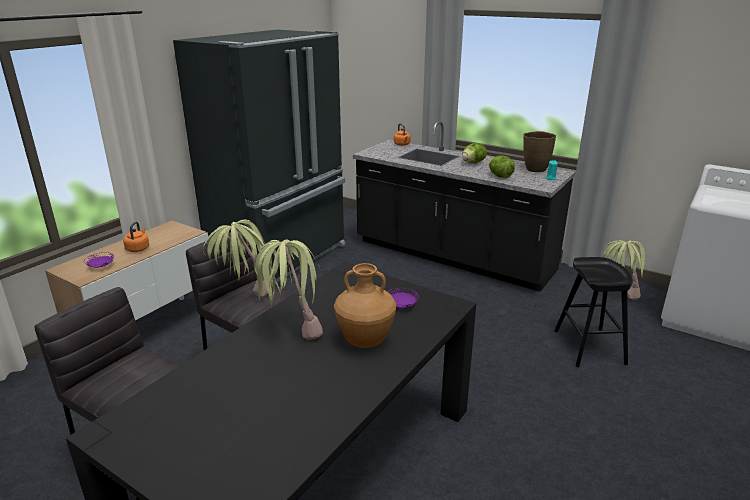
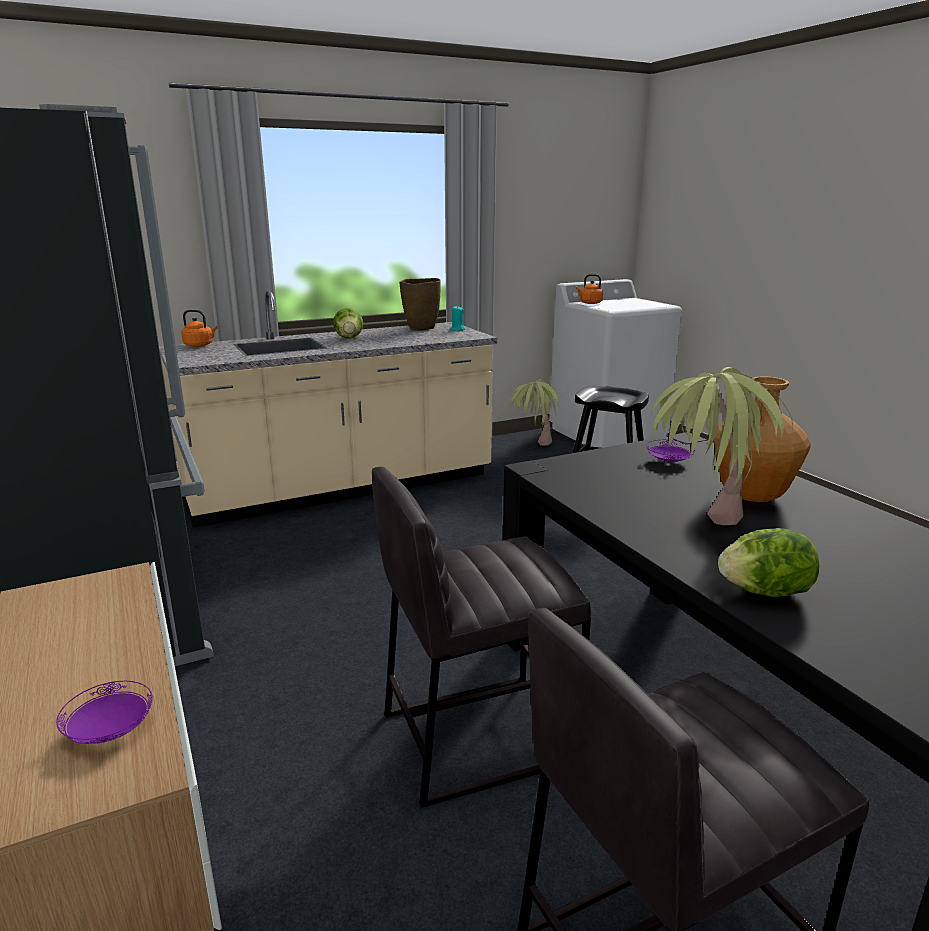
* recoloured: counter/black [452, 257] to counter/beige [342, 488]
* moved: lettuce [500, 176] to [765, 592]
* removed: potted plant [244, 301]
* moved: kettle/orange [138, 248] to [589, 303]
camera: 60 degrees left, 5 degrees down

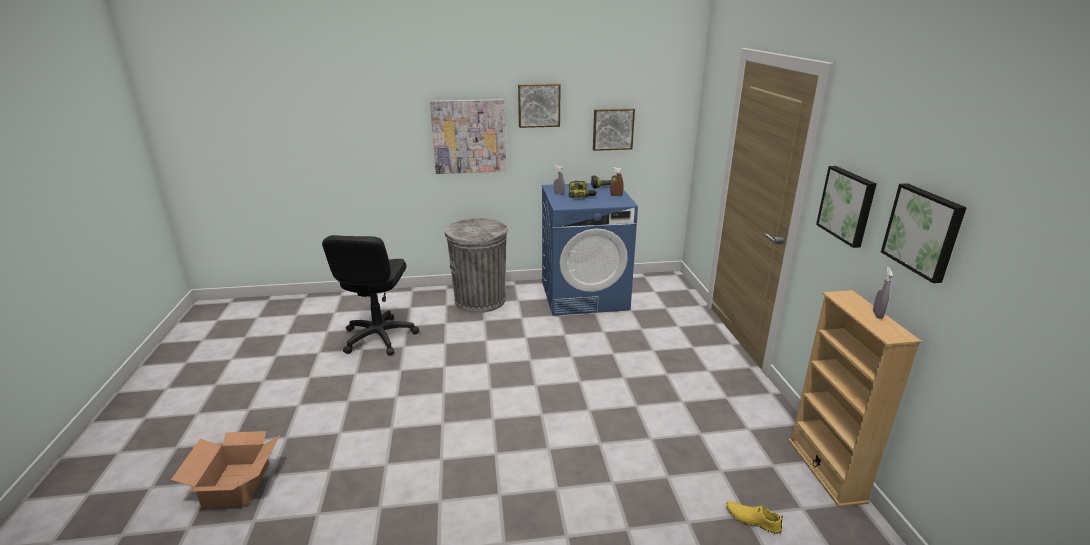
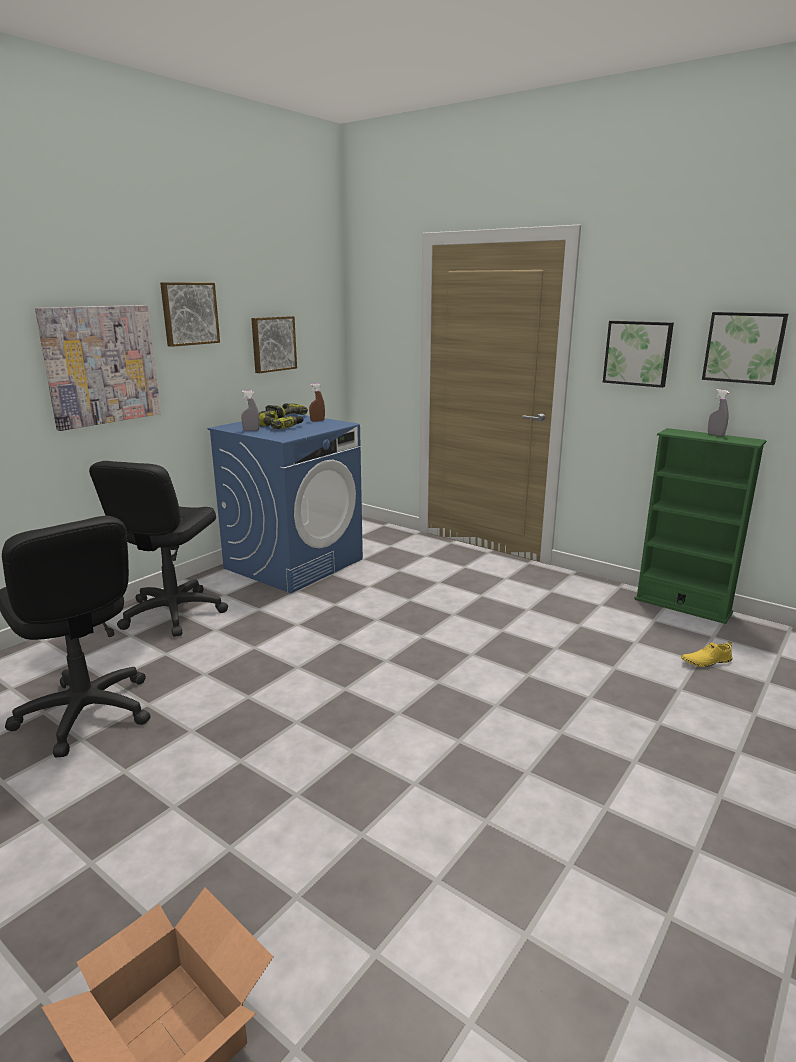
* replaced: trash can/grey [480, 300] to office chair/black [173, 613]
* recoloured: bookcase/beige [826, 470] to bookcase/green [682, 606]
camera: 45 degrees left, 5 degrees down

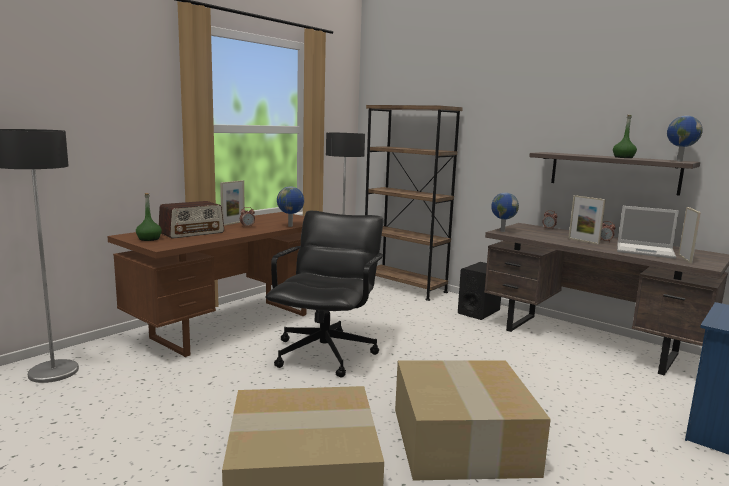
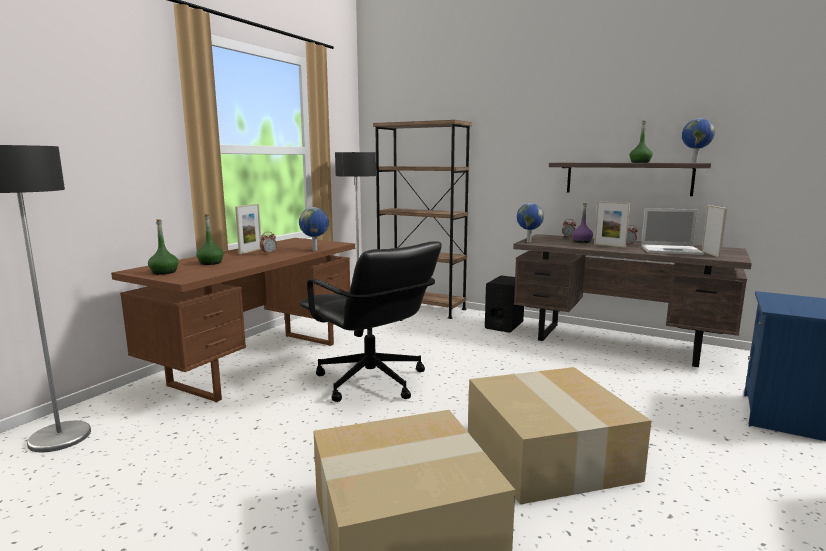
* replaced: radio [192, 233] to bottle/green [210, 263]
* turned: office chair/black [325, 353] = [371, 381] 135 degrees clockwise
* added: bottle/purple [582, 241]
camera: 10 degrees left, 0 degrees up

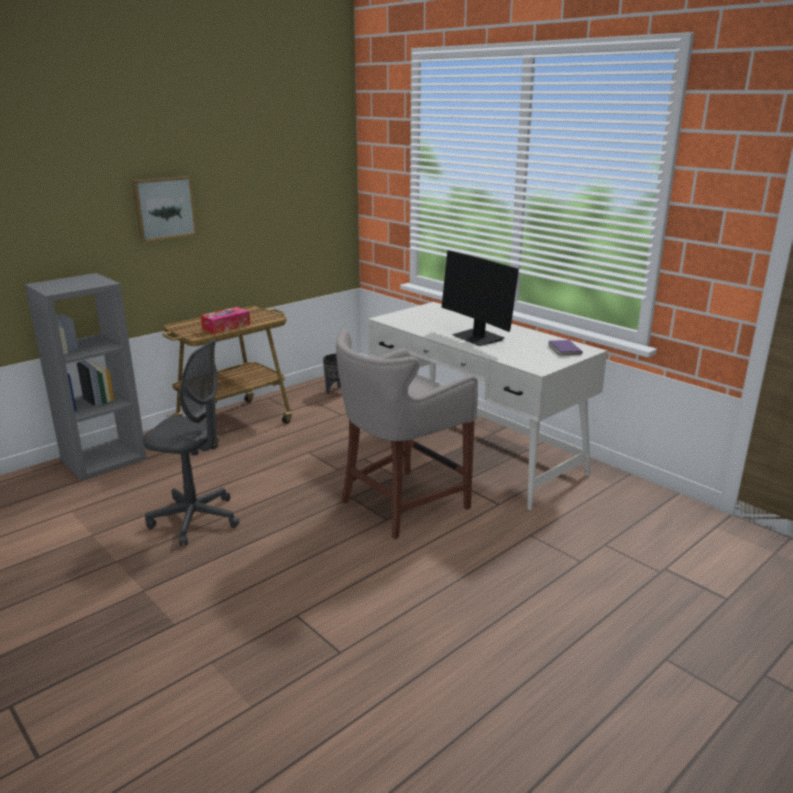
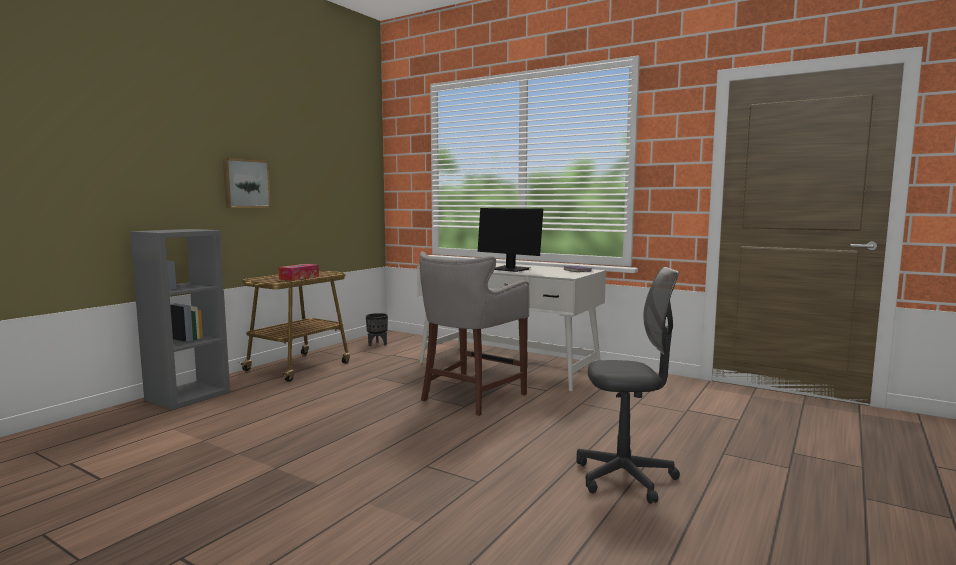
* moved: office chair/grey [195, 519] to [625, 478]
camera: 15 degrees left, 15 degrees down

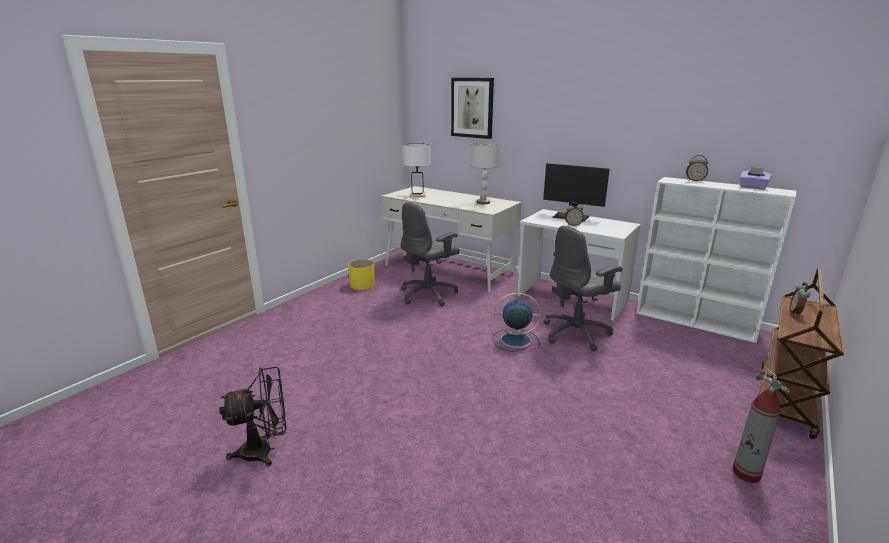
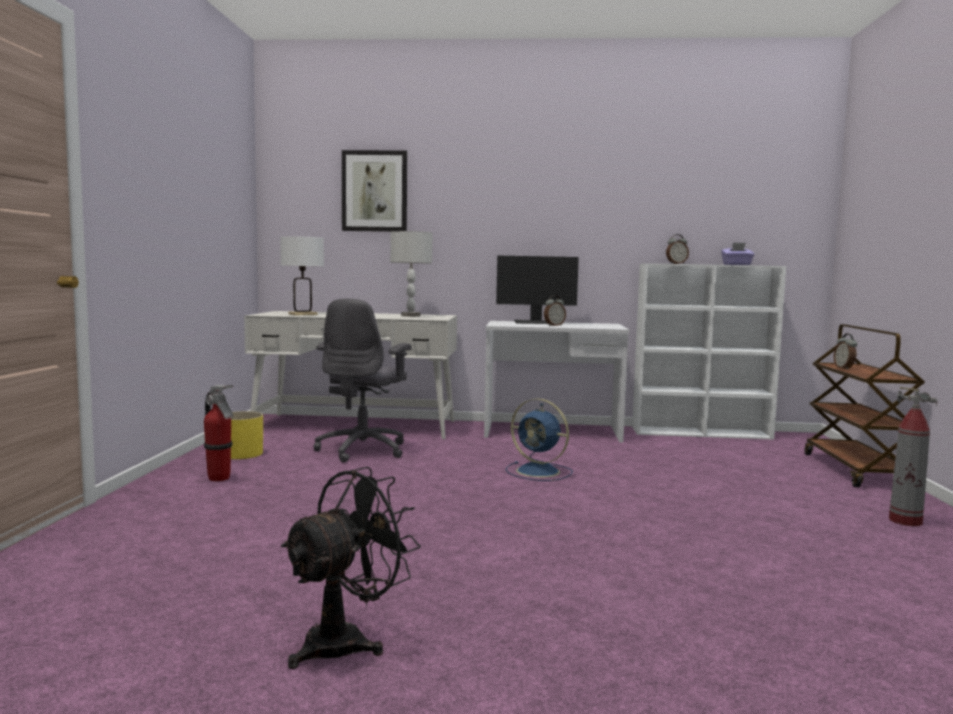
* removed: office chair/grey [577, 333]
* turned: fan/blue [514, 340] = [540, 472] 120 degrees counterclockwise
* added: fire extinguisher [219, 478]
camera: 30 degrees left, 15 degrees down

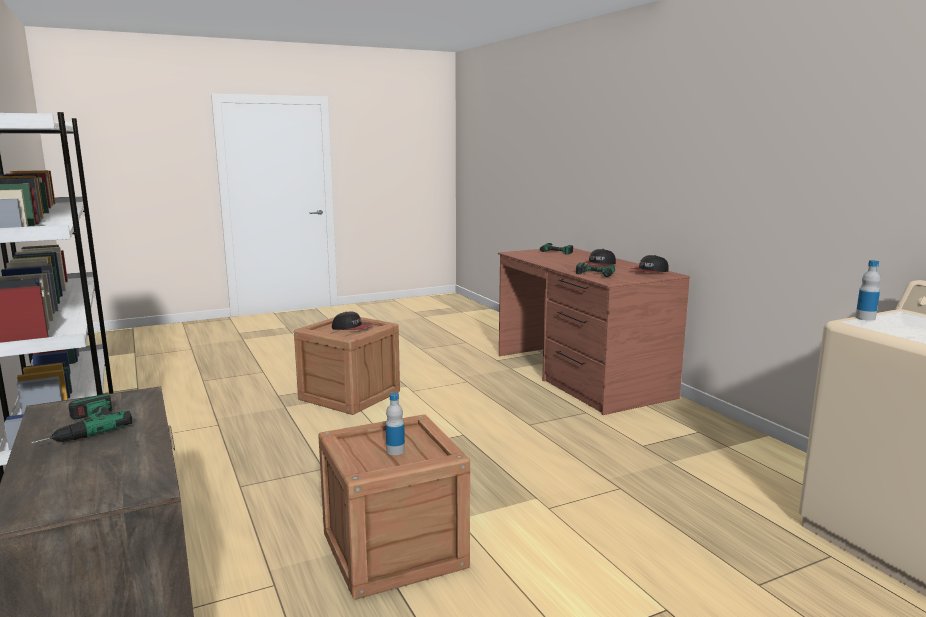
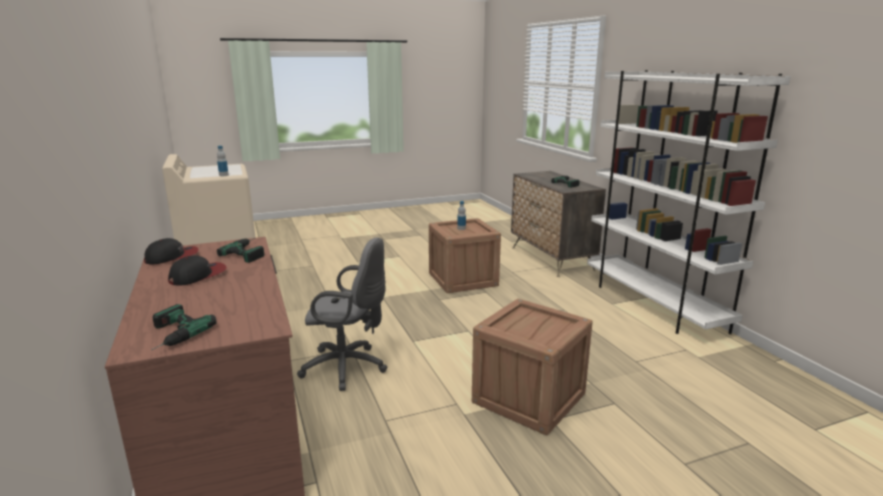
* removed: cap [352, 328]
* added: office chair/grey [348, 368]
camera: 175 degrees left, 5 degrees up

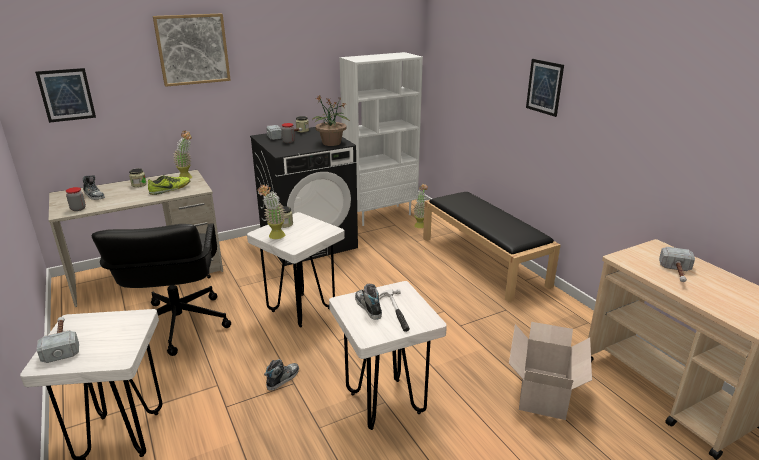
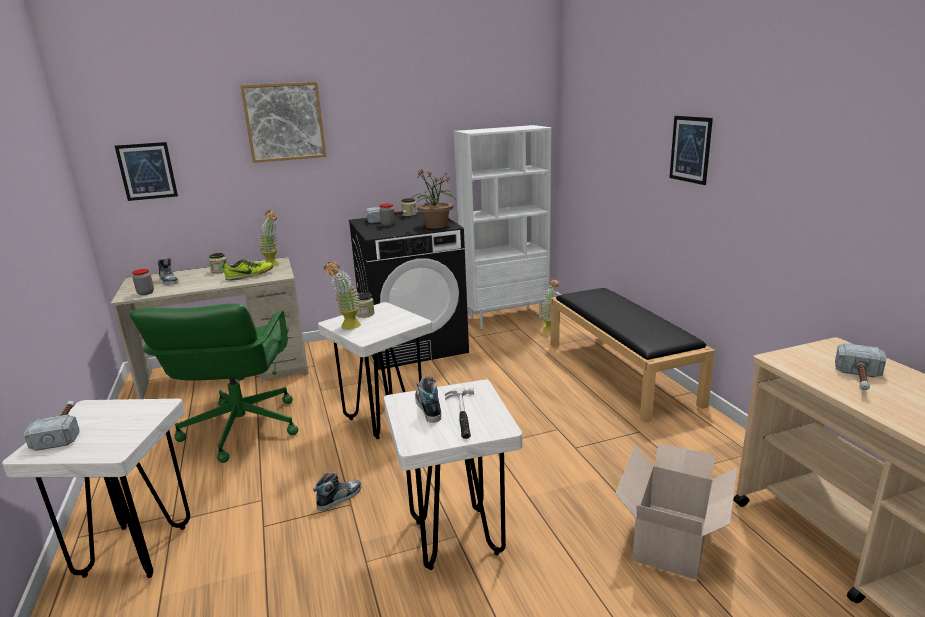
* recoloured: office chair/black [178, 325] to office chair/green [240, 429]
camera: 10 degrees right, 5 degrees down

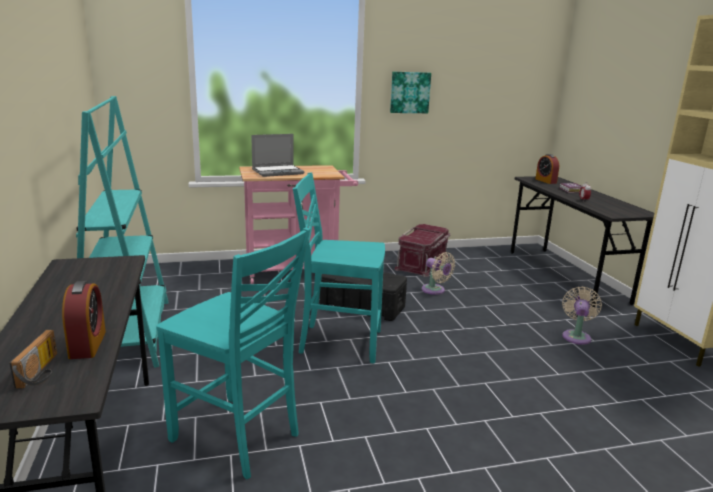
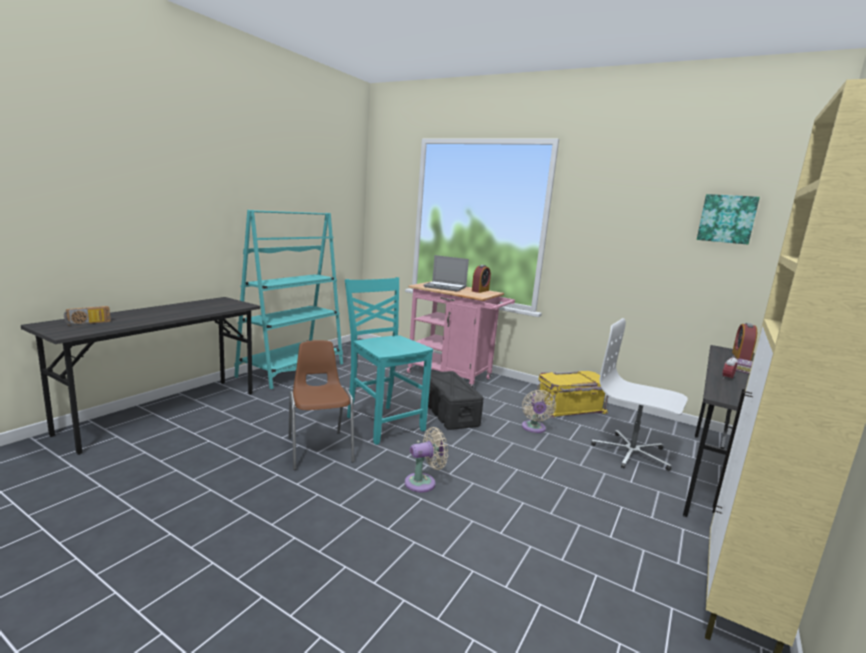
* moved: picture [409, 92] to [727, 219]
* recoloured: storage box/red [422, 263] to storage box/yellow [570, 408]
* removed: chair/turquoise [237, 438]
* moved: alarm clock [87, 344] to [480, 291]
* moved: fan/beige [576, 336] to [423, 482]
* added: office chair/white [631, 453]
* added: chair/brown [319, 449]
camera: 45 degrees right, 5 degrees down

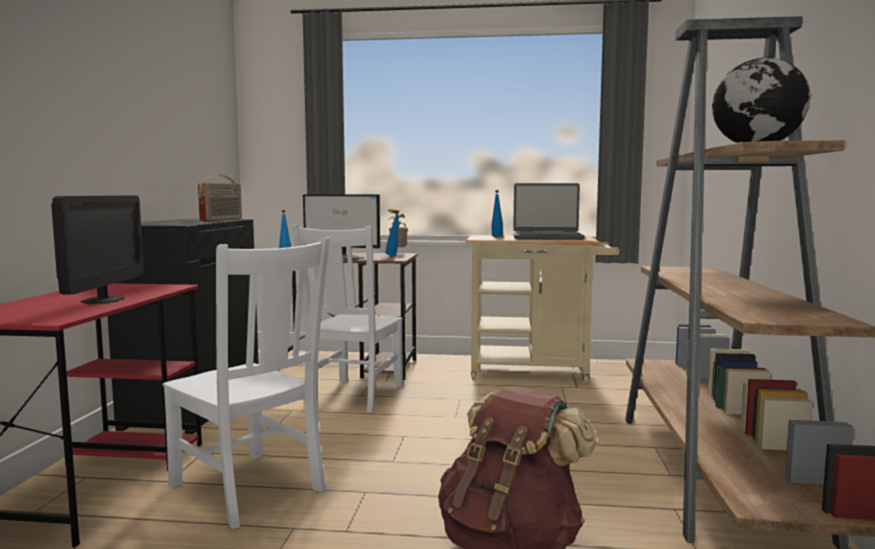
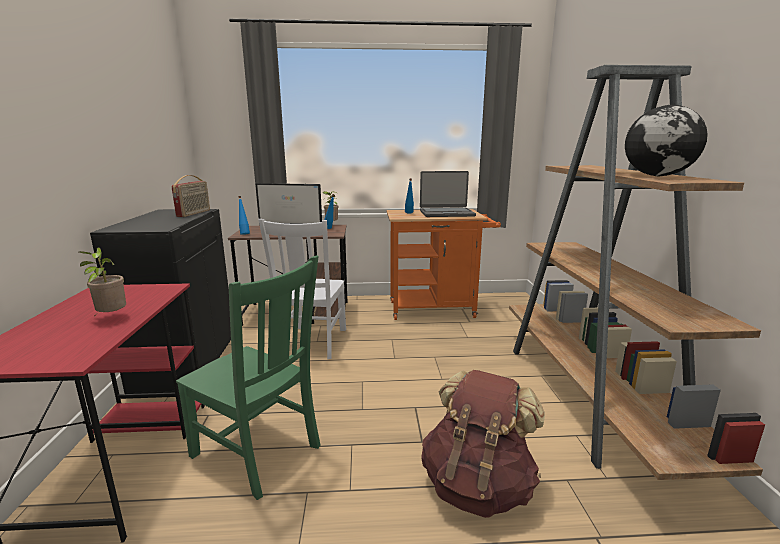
* replaced: monitor [103, 300] to potted plant [111, 317]
* recoloured: cart/beige [537, 372] to cart/orange [437, 309]
* recoloured: chair/white [249, 489] to chair/green [258, 453]
camera: 10 degrees left, 10 degrees up

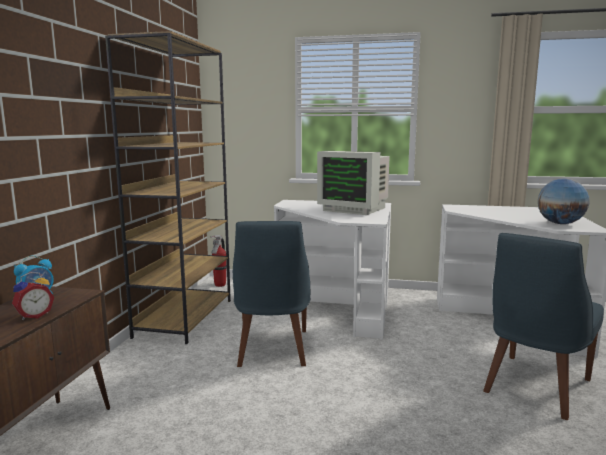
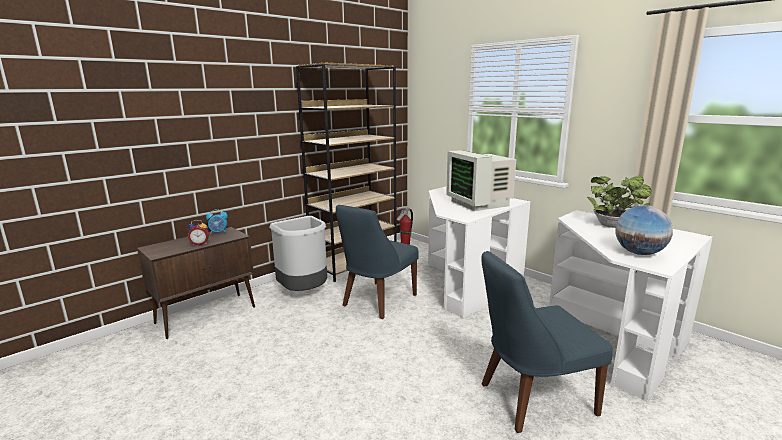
* added: potted plant [613, 226]
* added: trash can/grey [304, 292]
camera: 35 degrees right, 5 degrees up

